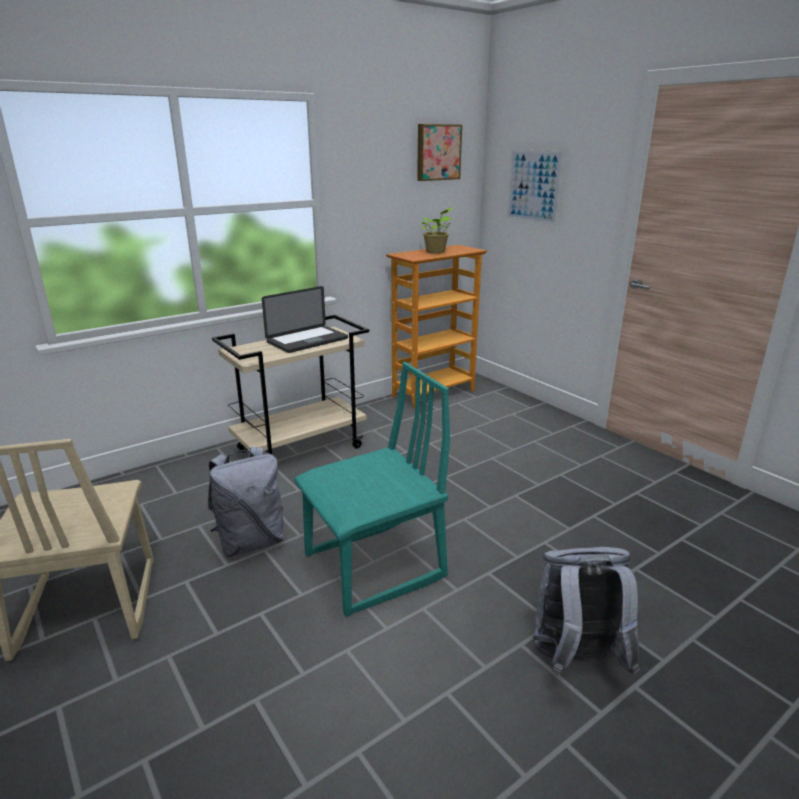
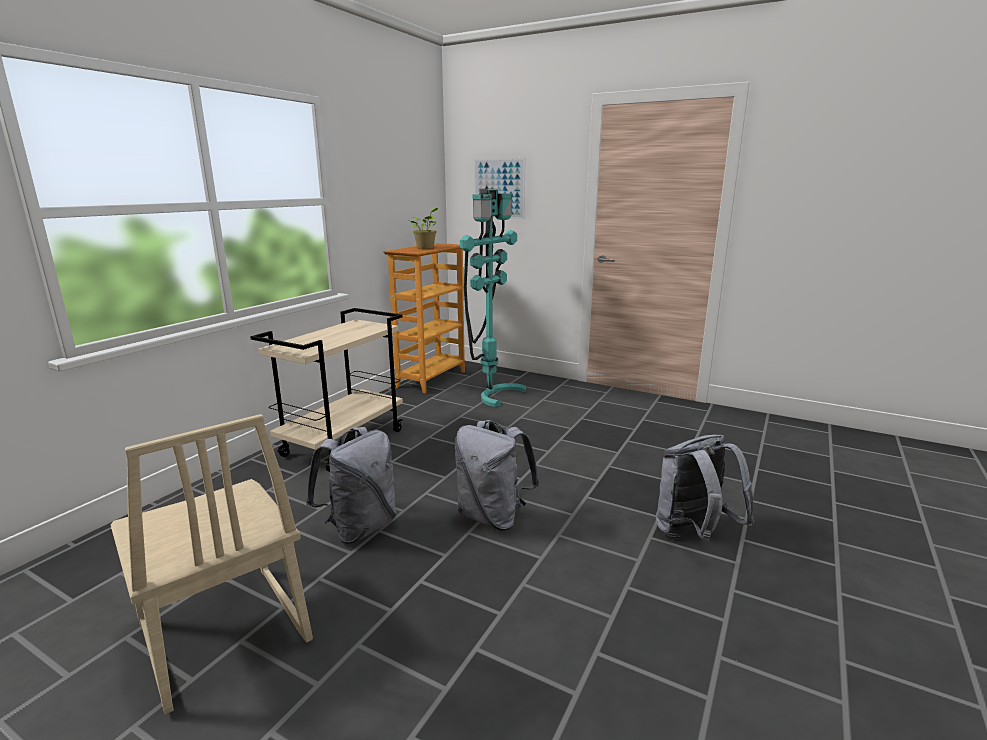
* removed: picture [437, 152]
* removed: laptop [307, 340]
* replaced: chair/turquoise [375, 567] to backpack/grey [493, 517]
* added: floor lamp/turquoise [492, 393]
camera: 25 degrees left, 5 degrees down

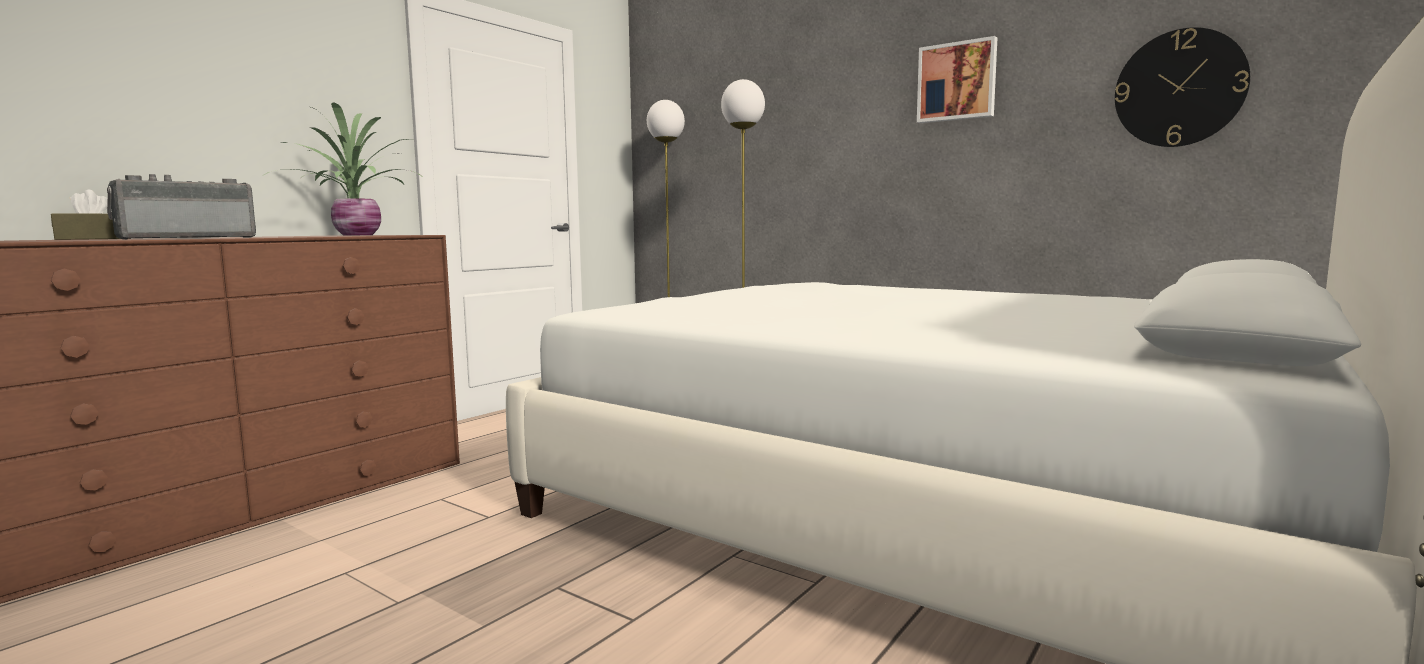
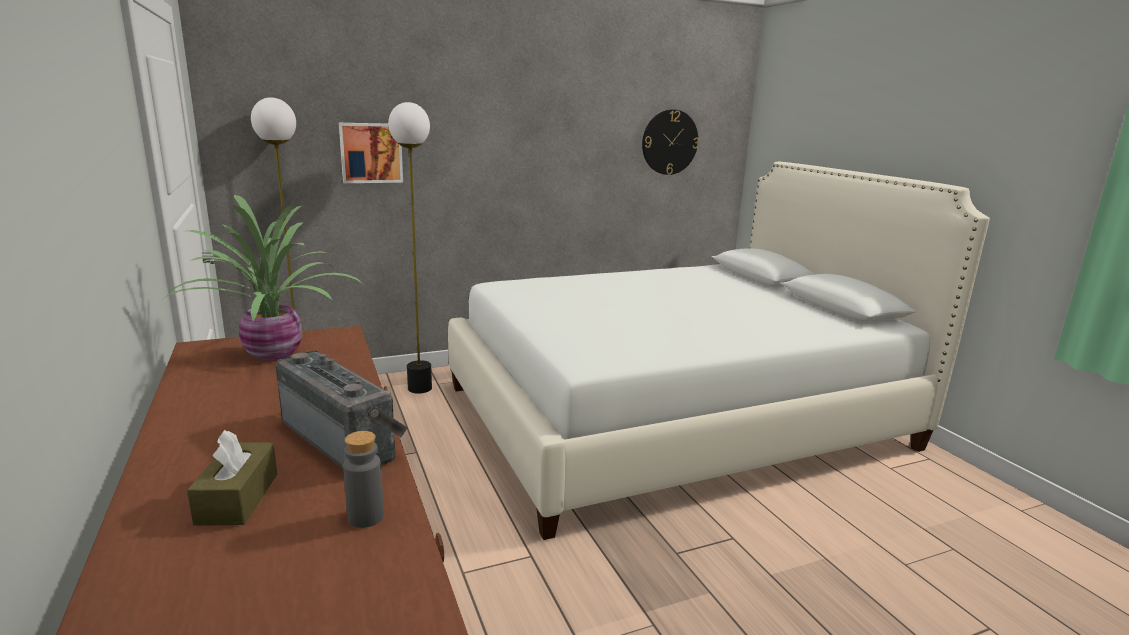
* moved: picture [957, 82] to [371, 153]
* turned: radio [187, 238] = [344, 439] 150 degrees clockwise
* added: bottle/grey [366, 517]
camera: 60 degrees left, 10 degrees up

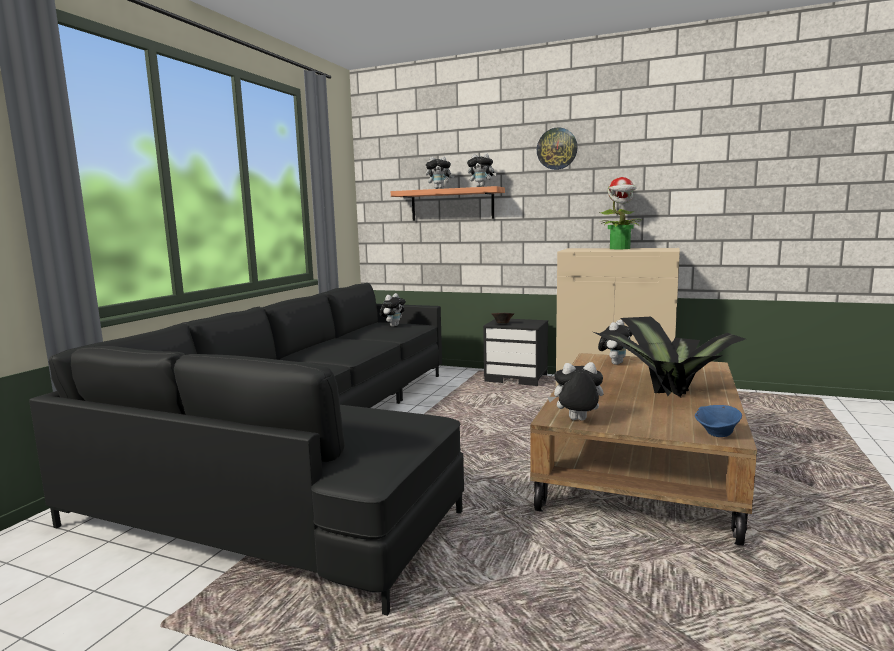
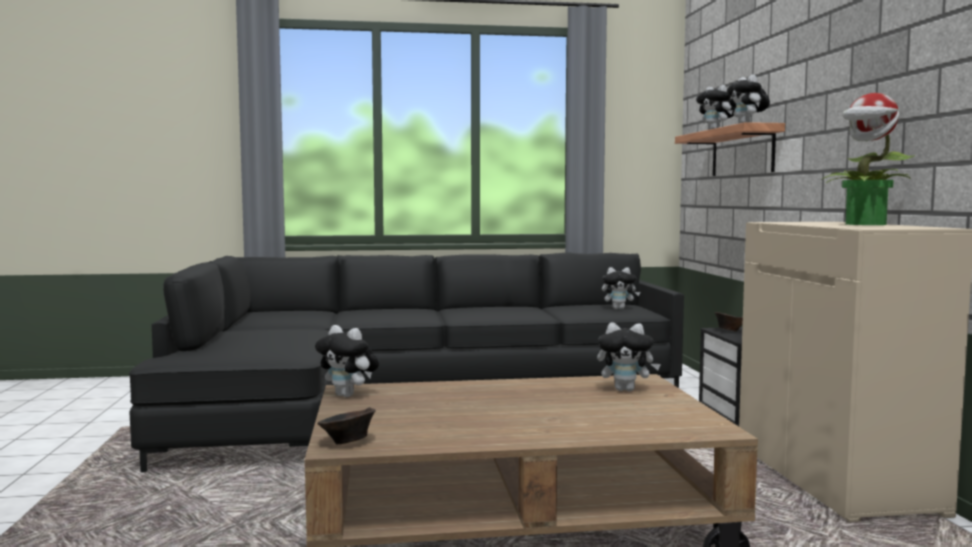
* removed: wall clock [557, 149]
* removed: potted plant [661, 390]
* turned: plush toy [576, 421] = [348, 395] 150 degrees clockwise
* recoloured: bowl/blue [717, 434] to bowl/brown [347, 442]
camera: 60 degrees right, 5 degrees down

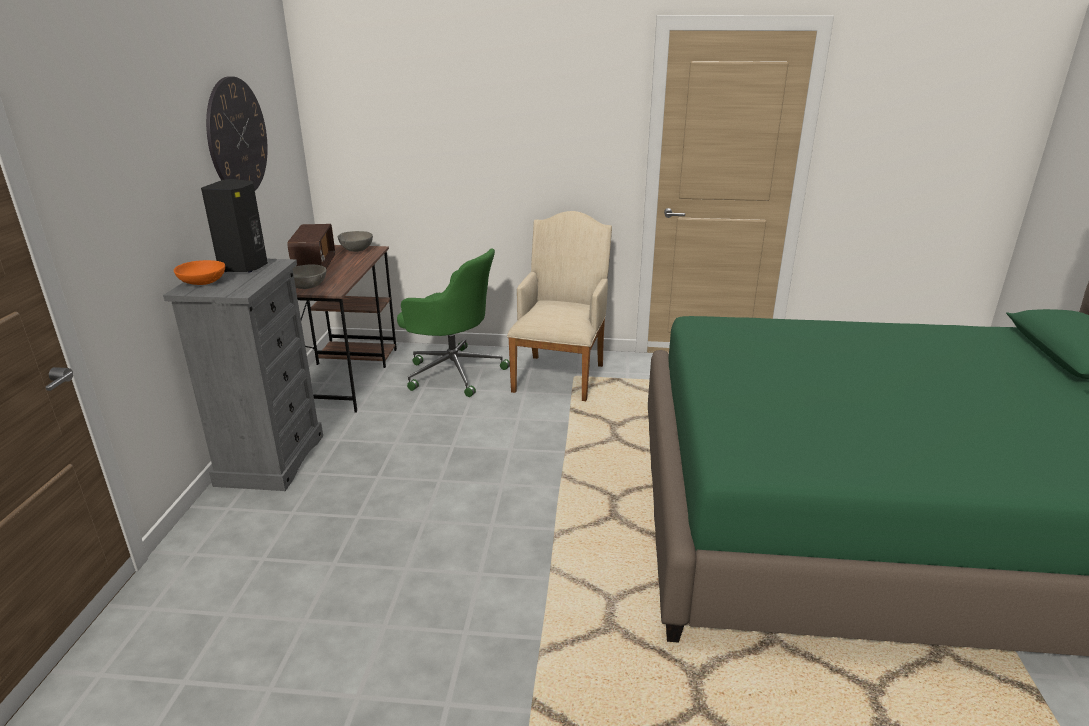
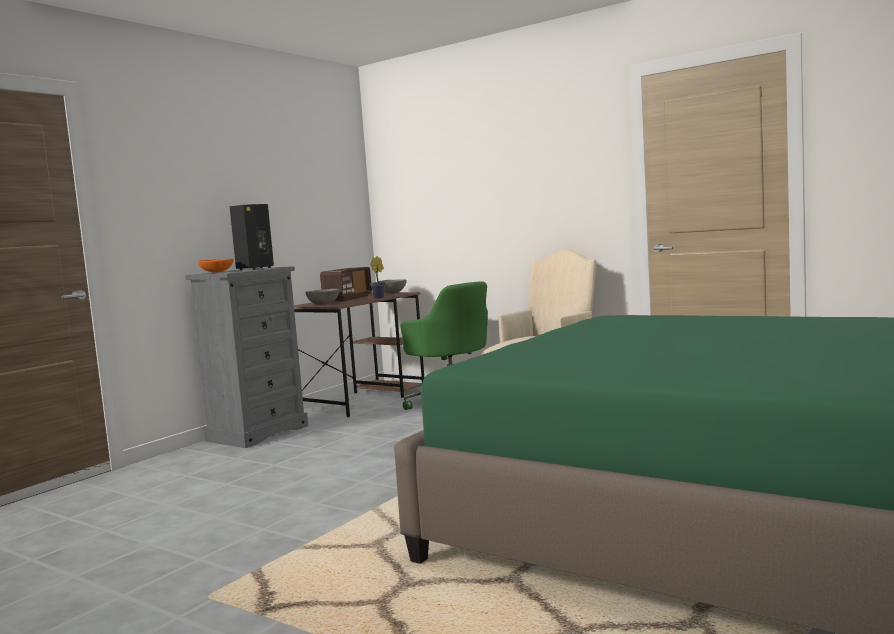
* removed: wall clock [237, 137]
* added: potted plant [380, 297]
camera: 30 degrees right, 20 degrees down

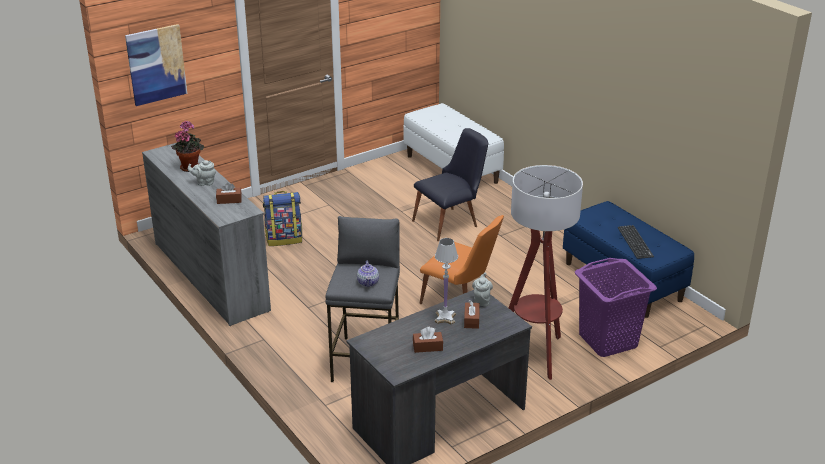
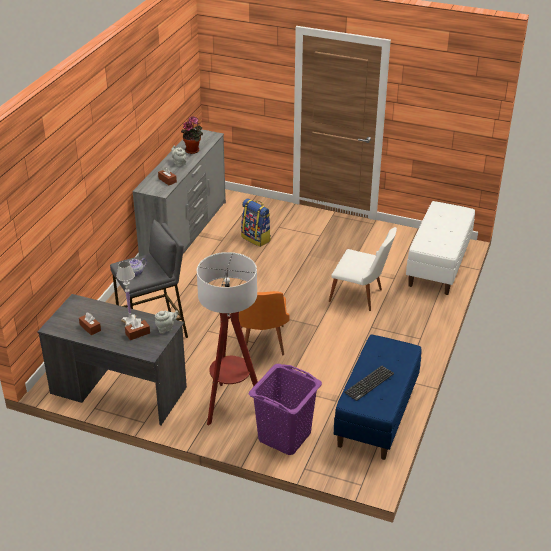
* removed: picture [156, 64]
* recoloured: chair/black [451, 222] to chair/white [361, 297]
camera: 55 degrees right, 5 degrees up

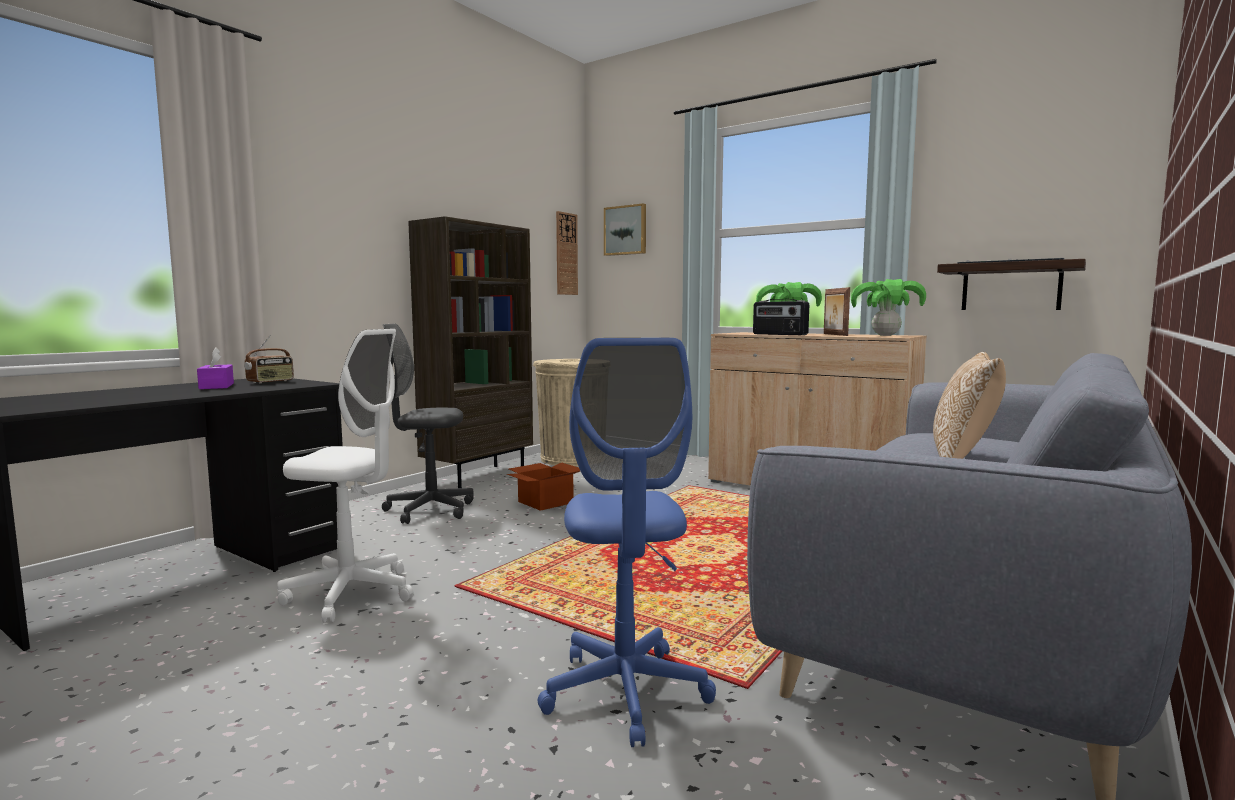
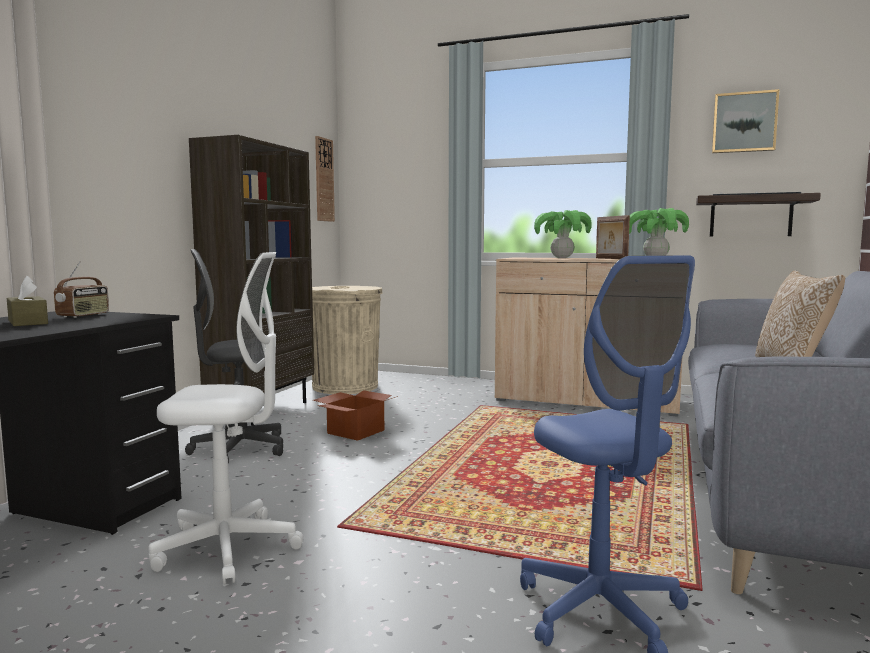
* moved: picture [626, 230] to [744, 122]
* removed: radio [779, 334]
* recoloured: tissue box/purple [216, 386] to tissue box/brown [28, 322]
camera: 15 degrees left, 0 degrees up

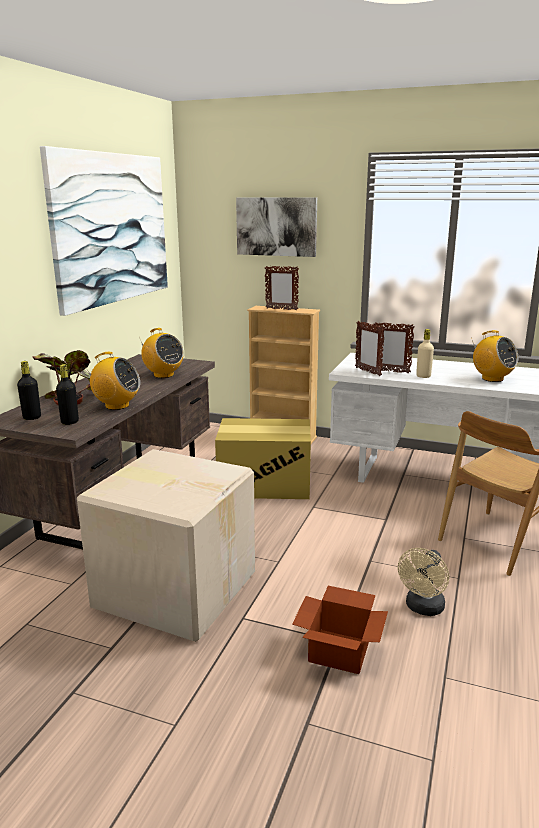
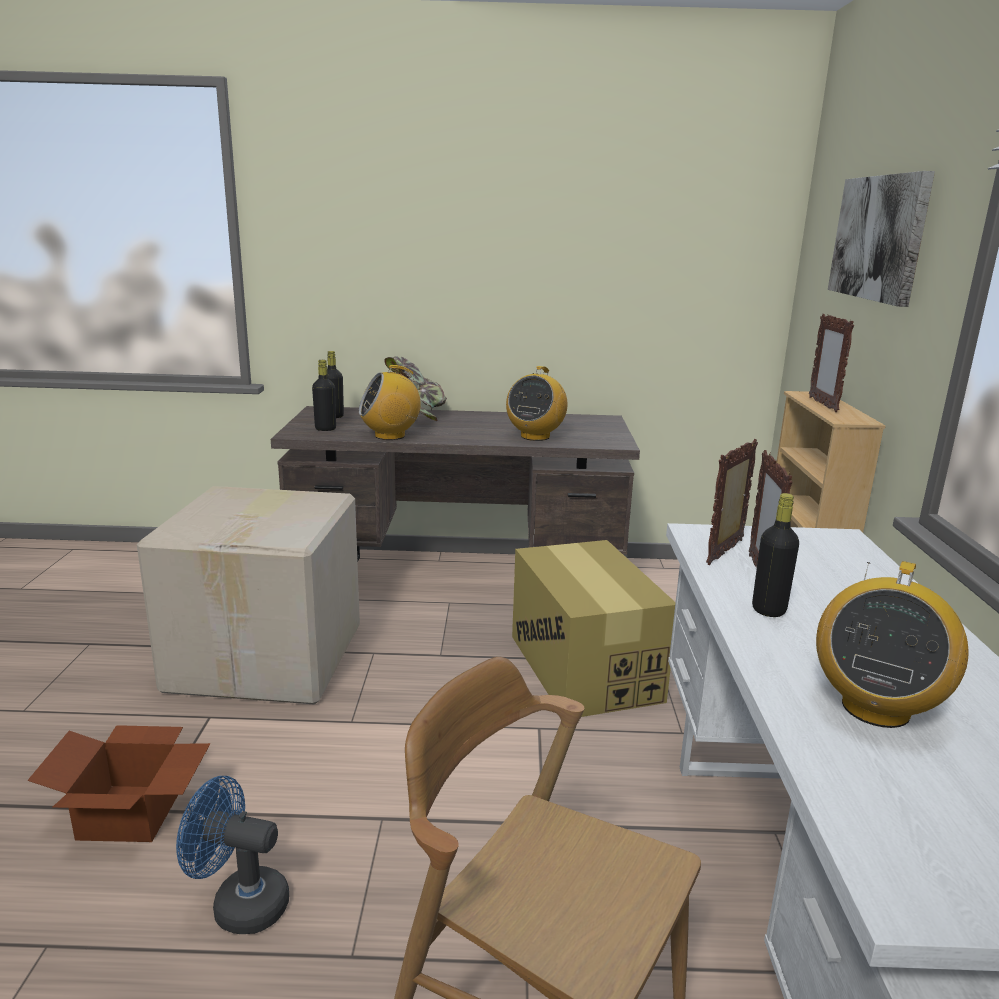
* removed: picture [112, 228]
* recoloured: bottle/beige [423, 376] to bottle/black [768, 610]
* turned: radio [116, 406] = [390, 436] 75 degrees clockwise
* recoloured: fan/beige [423, 608] to fan/blue [239, 903]
camera: 70 degrees right, 0 degrees up

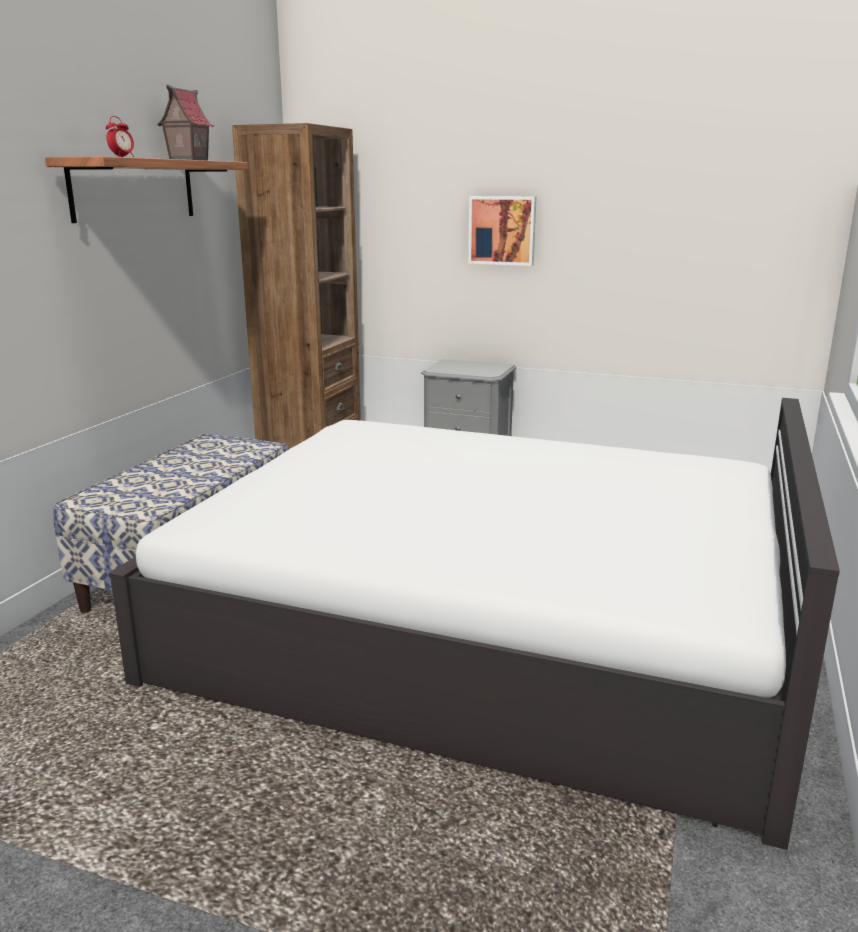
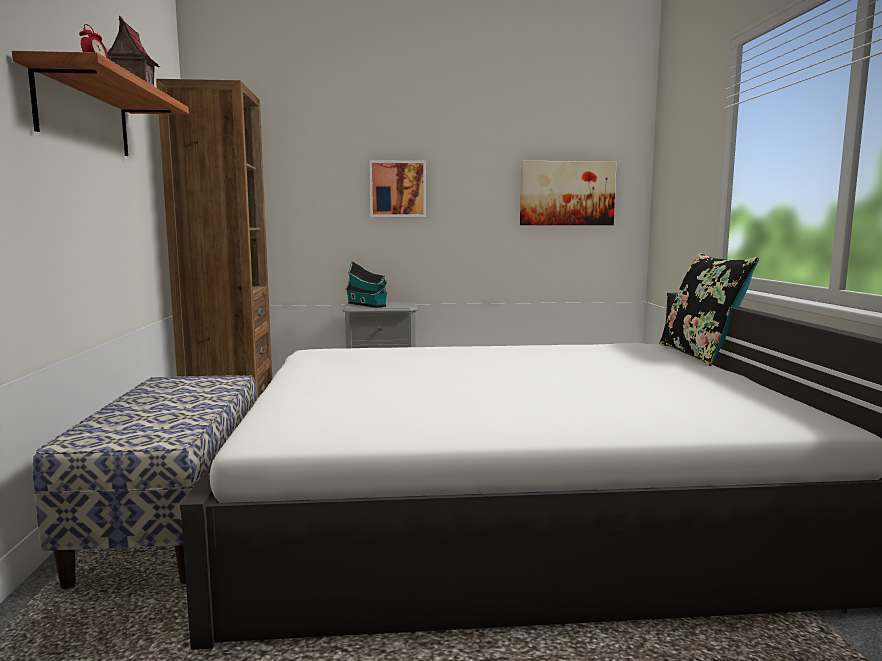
* added: picture [566, 193]
* added: pillow/black [700, 354]
* added: toy house [367, 305]
camera: 25 degrees left, 10 degrees down

